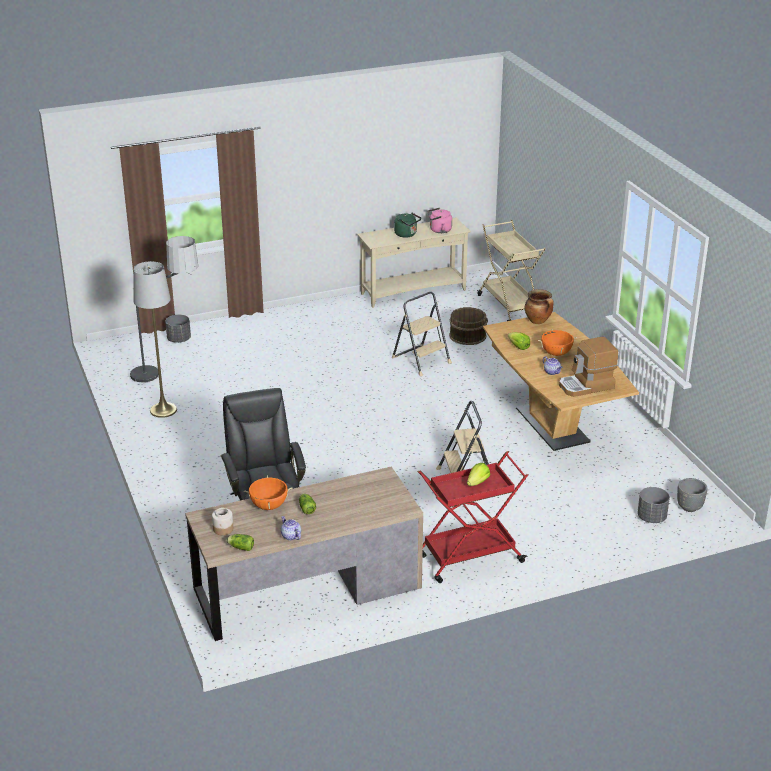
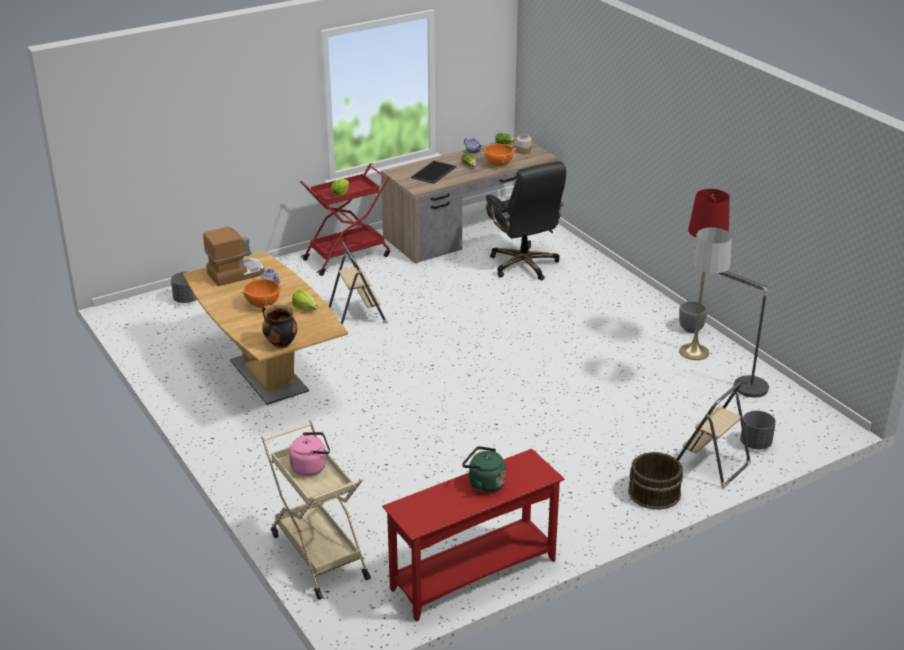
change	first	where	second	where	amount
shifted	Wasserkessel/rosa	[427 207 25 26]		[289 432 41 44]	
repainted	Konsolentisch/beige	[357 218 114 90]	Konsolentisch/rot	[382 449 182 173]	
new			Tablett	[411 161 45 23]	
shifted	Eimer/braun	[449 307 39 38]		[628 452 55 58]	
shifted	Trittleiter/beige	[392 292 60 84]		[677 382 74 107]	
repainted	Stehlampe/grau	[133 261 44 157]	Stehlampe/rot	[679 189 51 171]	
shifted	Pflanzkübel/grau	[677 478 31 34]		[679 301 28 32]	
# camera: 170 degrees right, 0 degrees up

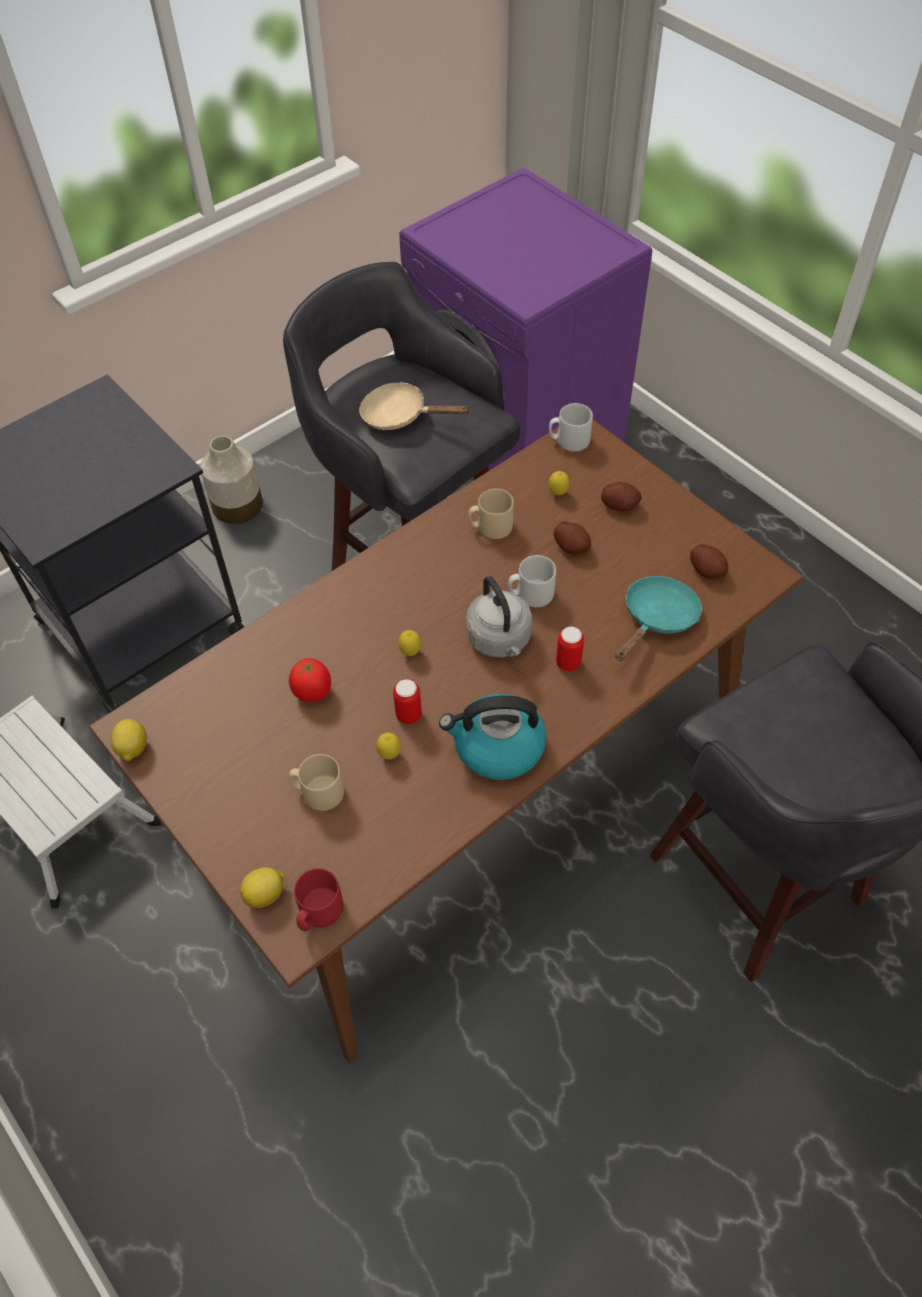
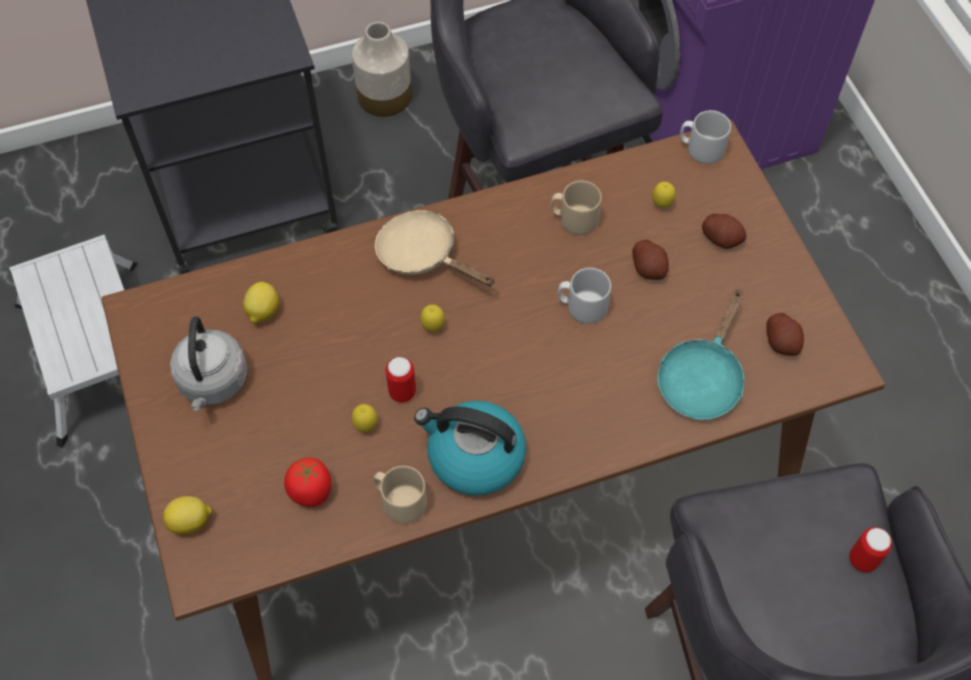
change	first	where	second	where	amount
shifted	Wasserkessel/grau	[466 576 66 82]		[170 316 78 94]	
shifted	Zitrone	[111 719 36 42]		[243 282 36 41]	
shifted	Tomate	[289 658 42 44]		[284 458 47 49]	
shifted	Henkelbecher/beige	[289 754 55 57]		[374 466 53 58]	
shifted	Pfanne/beige	[359 382 112 48]		[375 210 120 77]	
rotated	Pfanne/türkis	[615 576 87 85]		[658 289 87 131]	150 degrees clockwise
shifted	Dose	[556 626 28 46]		[849 527 43 46]	
gone	Henkelbecher/rot	[294 868 49 63]			
# camera: 20 degrees right, 5 degrees up

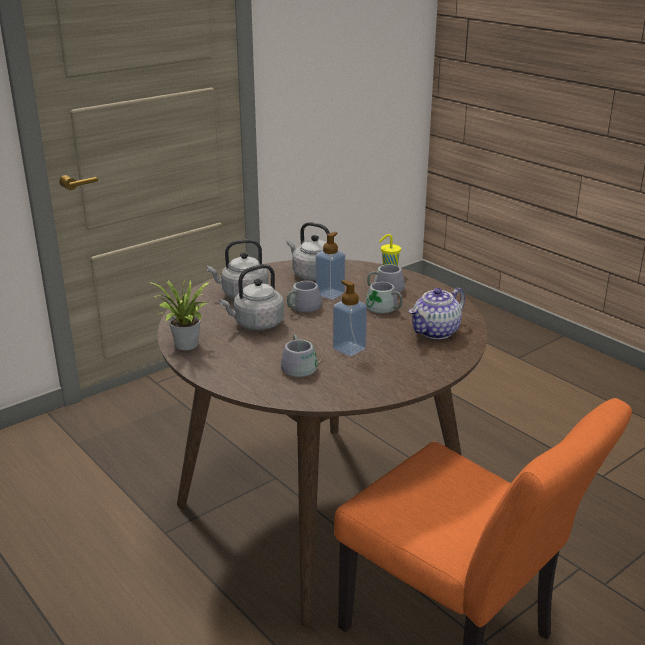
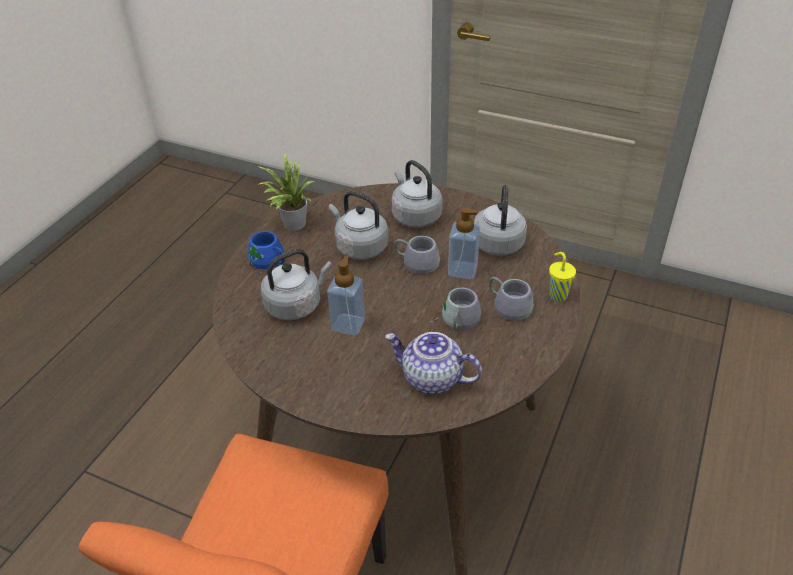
change	first	where	second	where	amount
new			Henkelbecher/blau	[248 231 37 44]	
swapped	Henkelbecher/grau	[281 334 42 43]	Wasserkessel/grau	[261 249 71 71]	
# camera: 65 degrees right, 15 degrees up

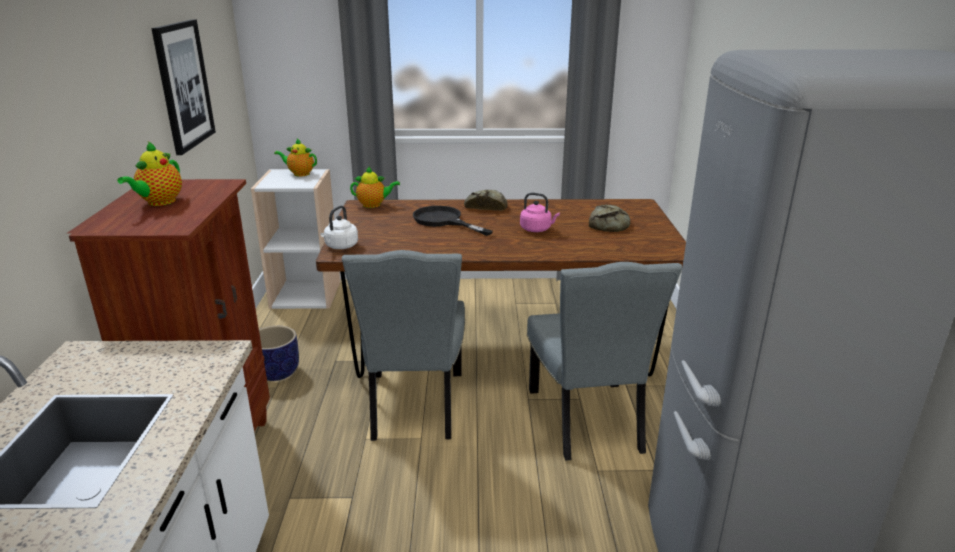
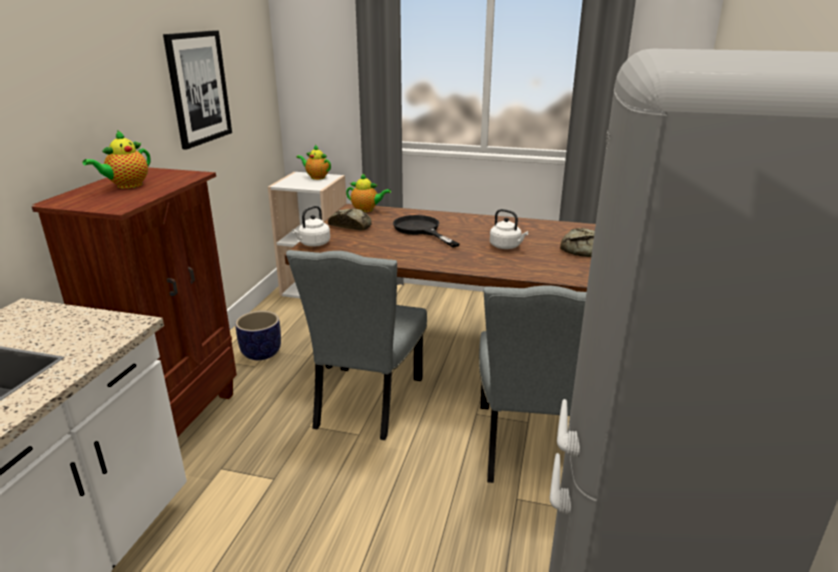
change	first	where	second	where	amount
shifted	Brot	[464 190 44 20]		[328 209 44 21]	
repainted	Wasserkessel/rosa	[520 193 40 39]	Wasserkessel/weiß	[490 209 38 40]	
# camera: 15 degrees right, 0 degrees up

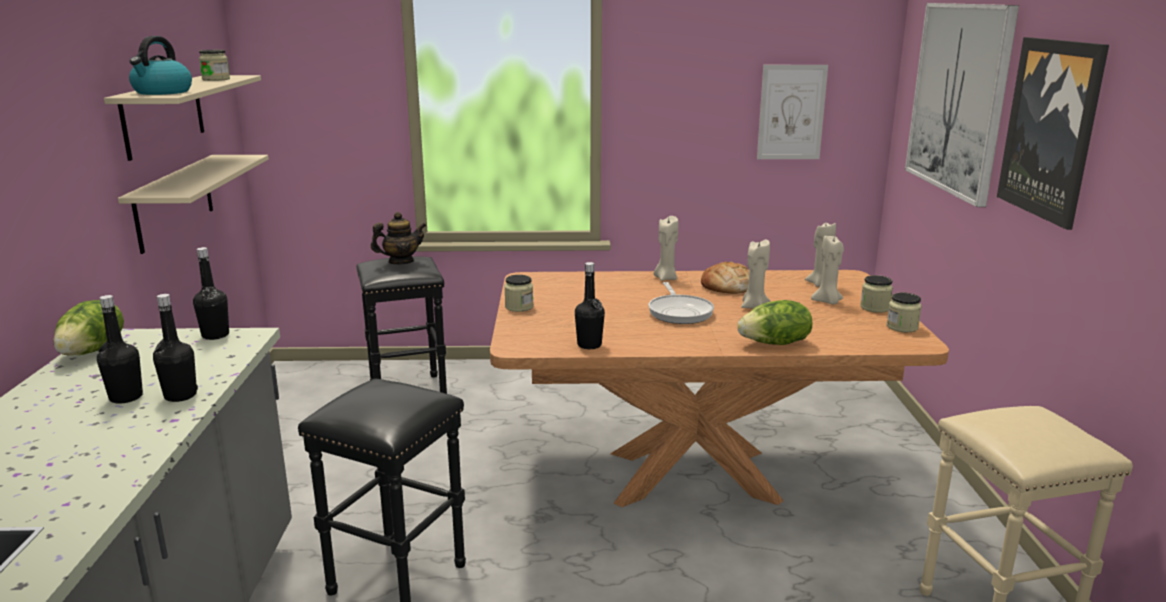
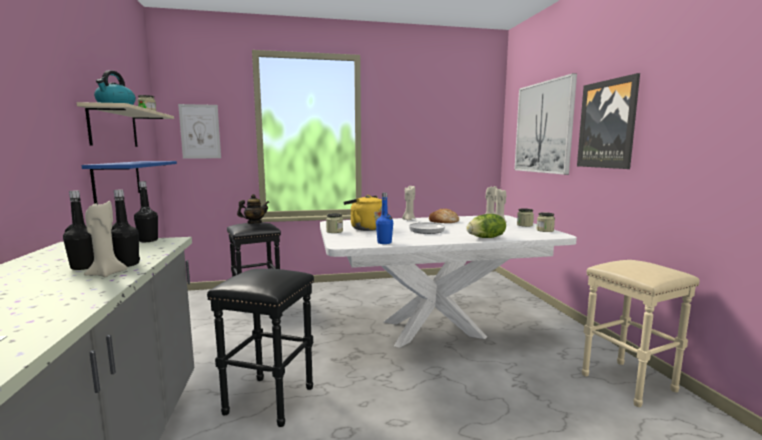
change	first	where	second	where	amount
repainted	Wandregal/beige	[118 155 151 99]	Wandregal/blau	[82 161 95 43]	
shifted	Kerze/beige	[741 239 29 70]		[84 201 44 76]	
shifted	Bild	[757 65 71 94]		[178 104 43 54]	
repainted	Esstisch/braun	[490 270 459 237]	Esstisch/weiß	[320 215 257 133]	
new			Wasserkessel/gelb	[344 195 38 36]	
repainted	Flasche/schwarz	[575 262 30 87]	Flasche/blau	[376 193 17 51]	
gone	Salatkopf	[53 300 71 55]			
# camera: 10 degrees left, 10 degrees down

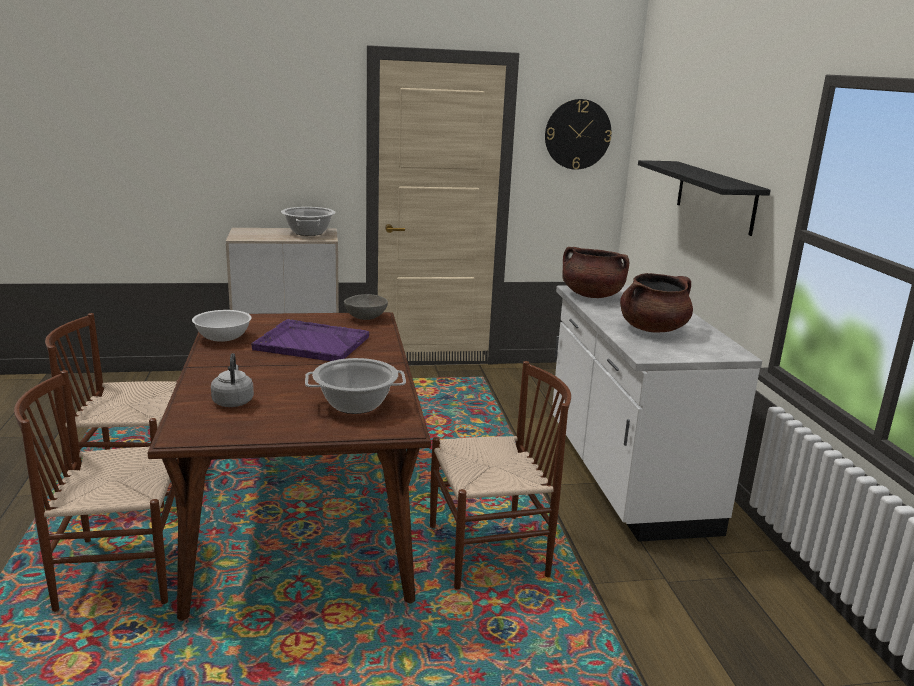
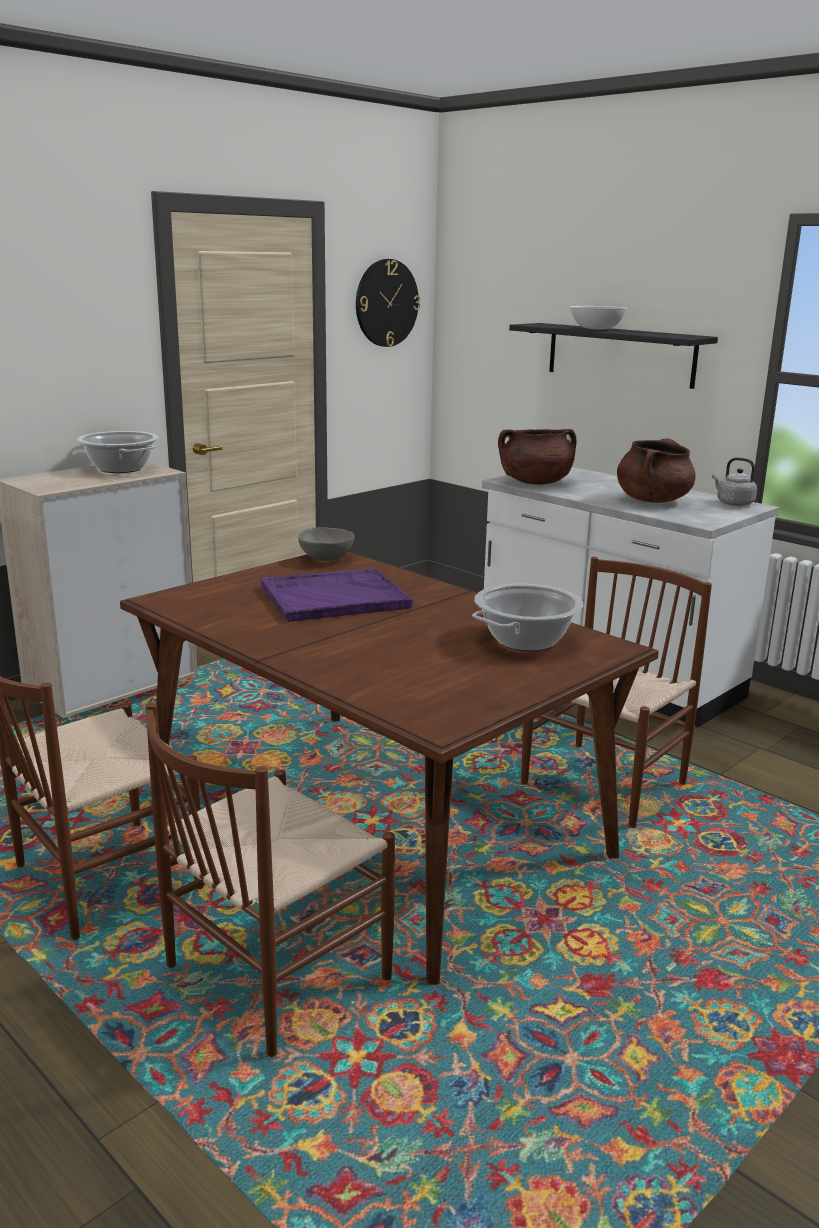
change	first	where	second	where	amount
shifted	Schüssel/weiß	[192 310 60 32]		[570 306 57 23]	
shifted	Wasserkessel/grau	[211 353 43 54]		[712 457 45 49]	
# camera: 35 degrees left, 0 degrees up

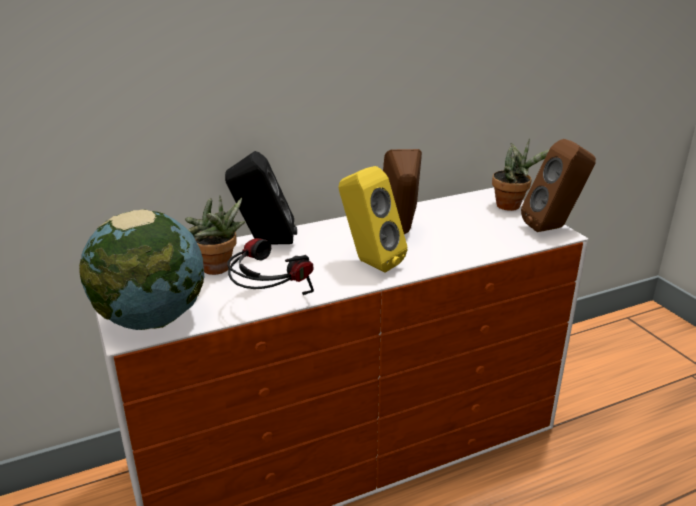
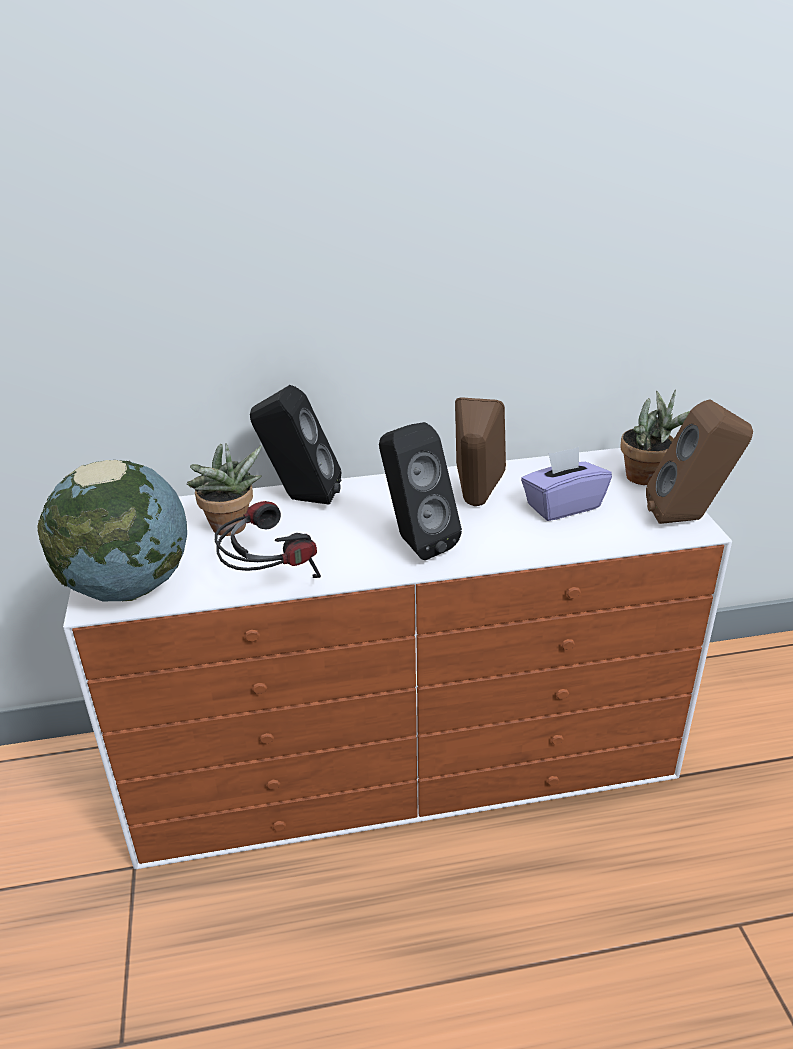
change	first	where	second	where	amount
repainted	Lautsprecher/gelb	[339 166 69 107]	Lautsprecher/schwarz	[379 422 83 138]	
new			Taschentuchbox/lila	[521 447 91 74]	
# camera: 15 degrees right, 5 degrees up

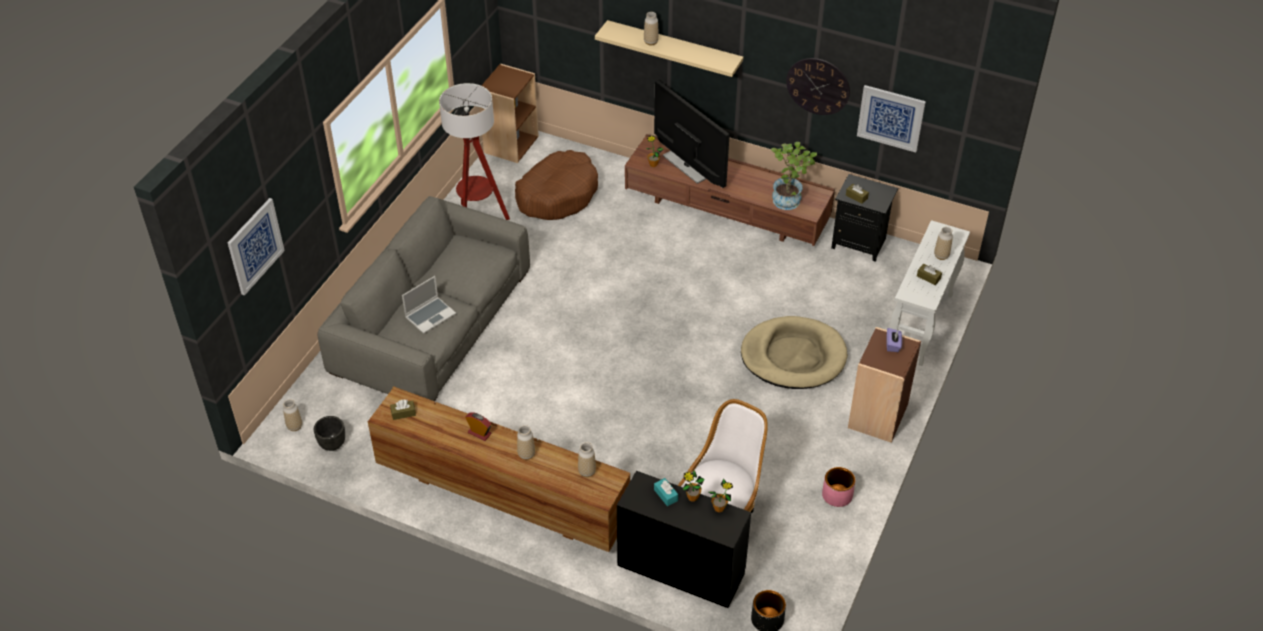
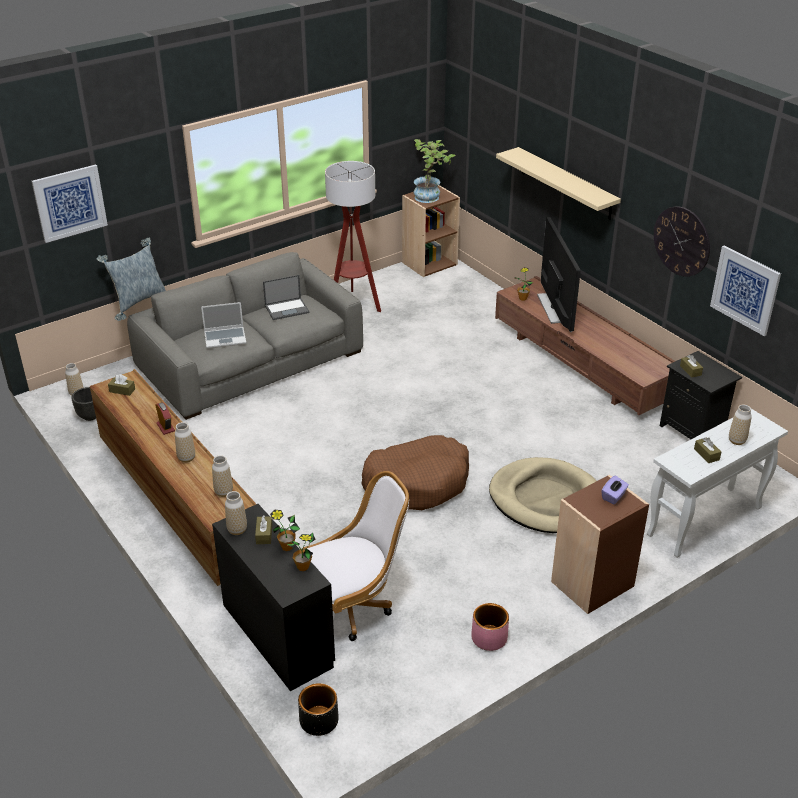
change	first	where	second	where	amount
new			Kissen	[96 237 70 84]	
shifted	Vase	[644 12 15 34]		[225 491 22 44]	
repainted	Taschentuchbox/türkis	[654 478 24 28]	Taschentuchbox/braun	[255 515 17 29]	
new			Laptop	[263 275 46 45]	
shifted	Hundebett/braun	[515 150 83 70]		[361 435 108 75]	
shifted	Topfpflanze	[771 142 46 68]		[414 139 42 64]	
# camera: 30 degrees right, 10 degrees down

